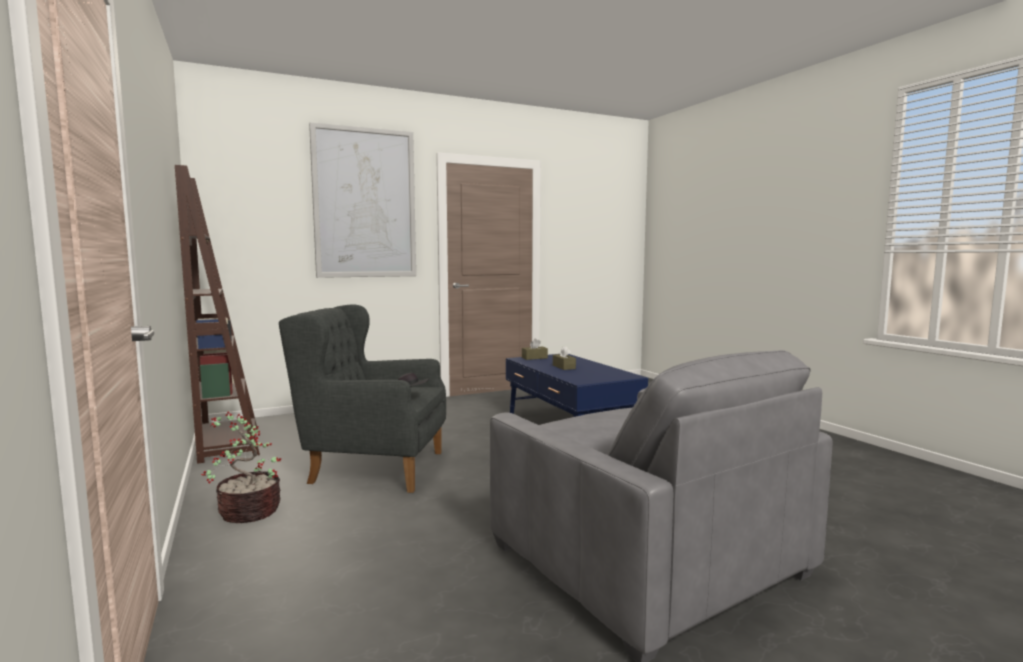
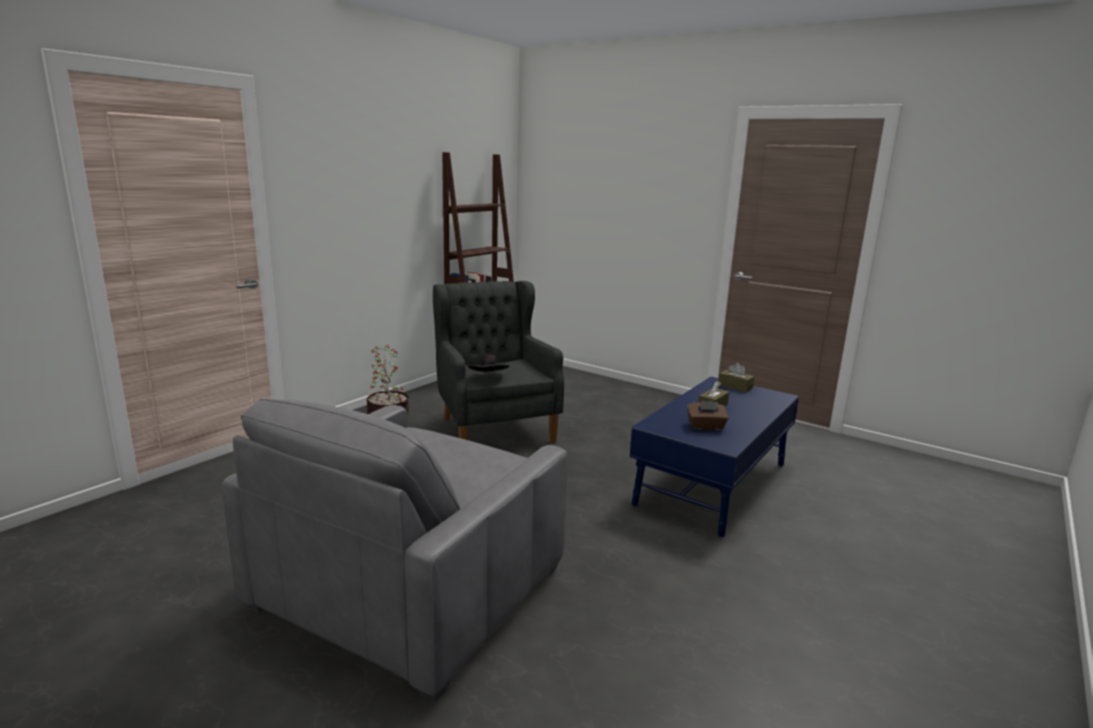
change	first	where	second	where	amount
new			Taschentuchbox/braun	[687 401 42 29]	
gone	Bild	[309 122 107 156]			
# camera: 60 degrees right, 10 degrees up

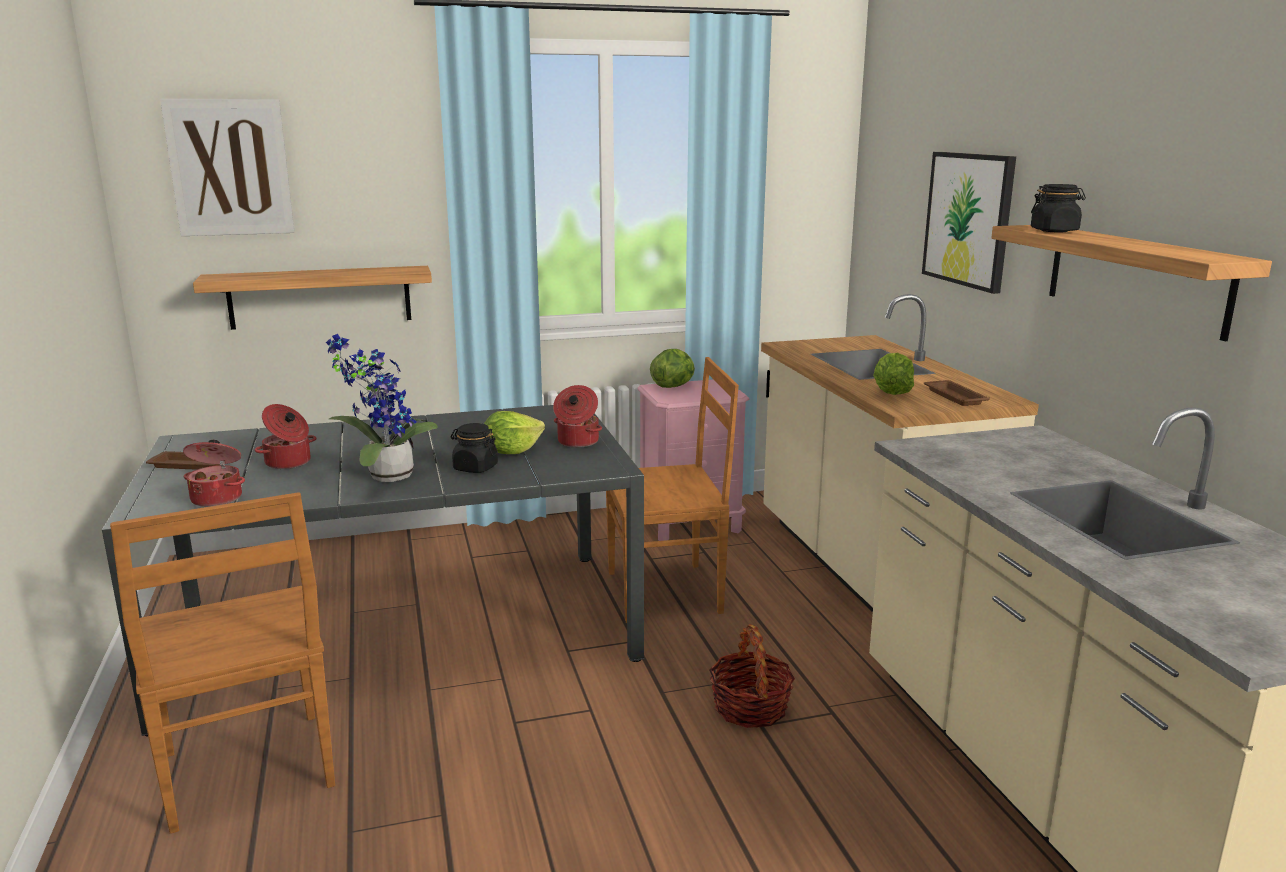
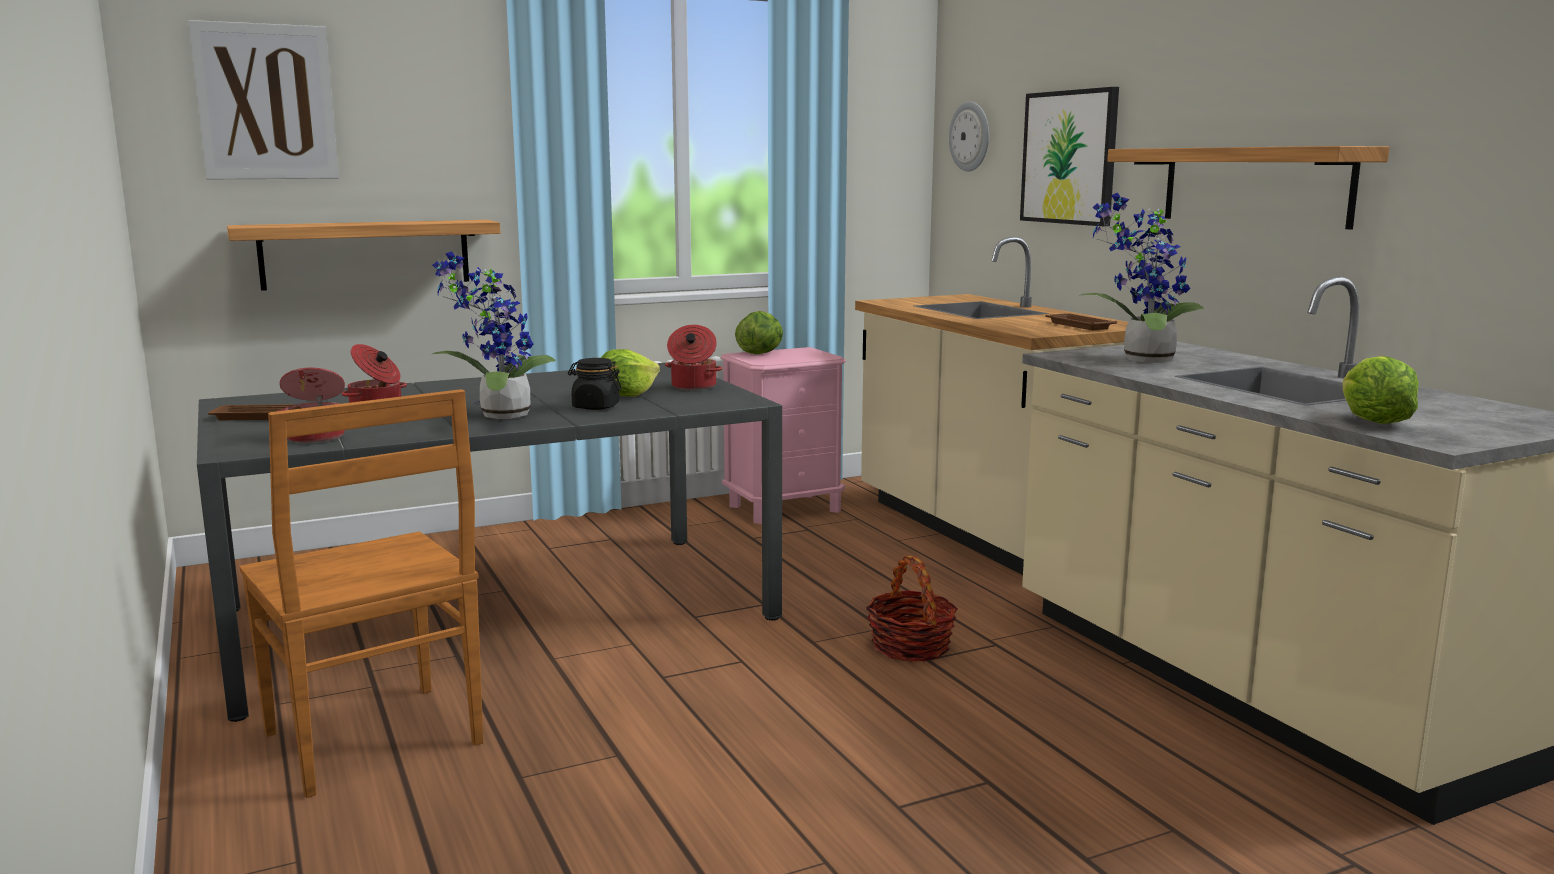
change	first	where	second	where	amount
new			Wanduhr	[949 102 40 70]	
new			Topfpflanze	[1079 193 126 170]	
shifted	Salatkopf	[873 353 41 42]		[1342 356 77 68]	
gone	Stuhl/braun	[606 357 133 266]			
gone	Vorratsglas/schwarz	[1031 184 55 49]			
# camera: 10 degrees left, 5 degrees down

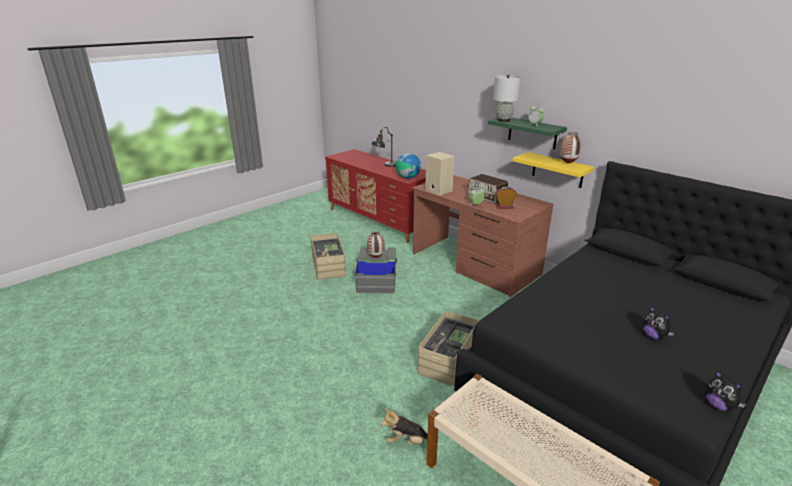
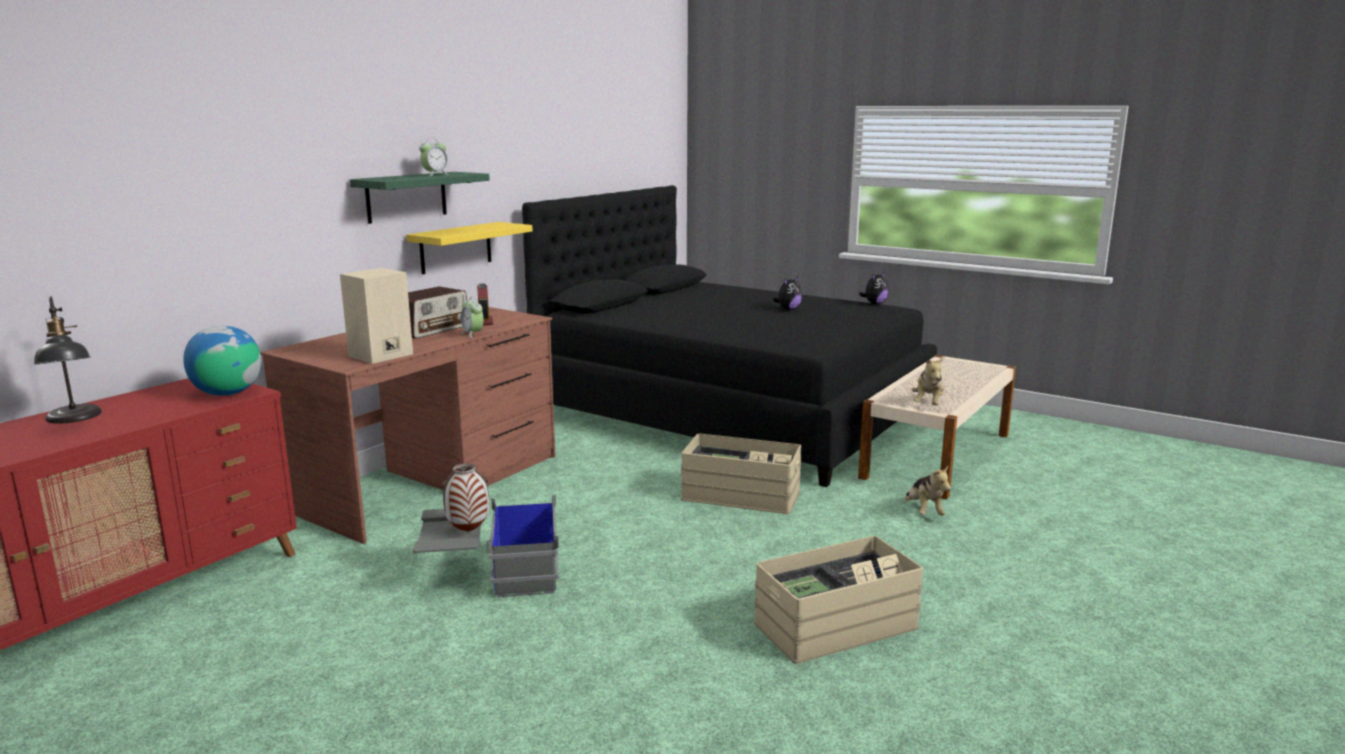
change	first	where	second	where	amount
shifted	Aufbewahrungsbox/beige	[311 233 35 47]		[754 536 169 128]	
new			Plüschtier	[911 357 34 48]	
gone	Tischlampe/weiß	[493 74 28 48]			
gone	Vase	[560 132 21 32]			
# camera: 100 degrees left, 10 degrees down

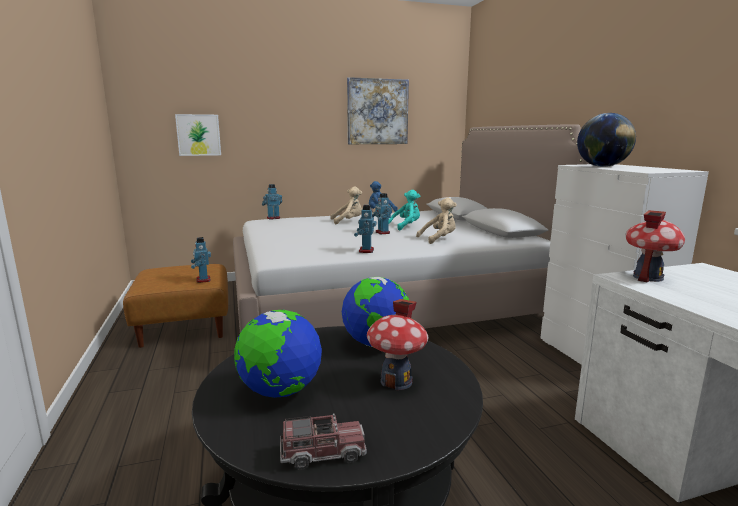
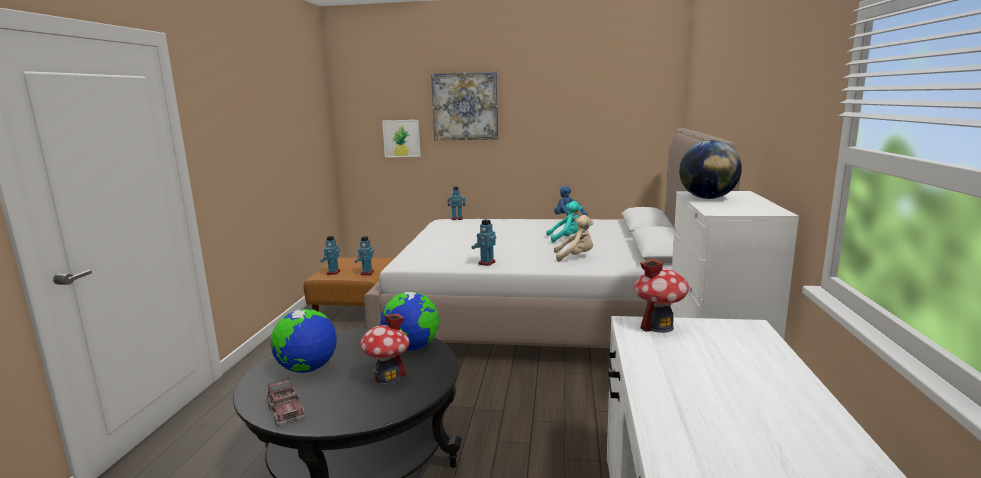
change	first	where	second	where	amount
rotated	Spielzeuglaster	[280 413 87 57]		[266 378 40 48]	45 degrees clockwise
shifted	Spielzeugroboter	[372 193 20 41]		[320 236 20 39]	
shifted	Bild	[347 77 62 67]		[431 72 67 68]	
gone	Plüschtier/beige	[330 186 32 39]			
# camera: 25 degrees right, 0 degrees up

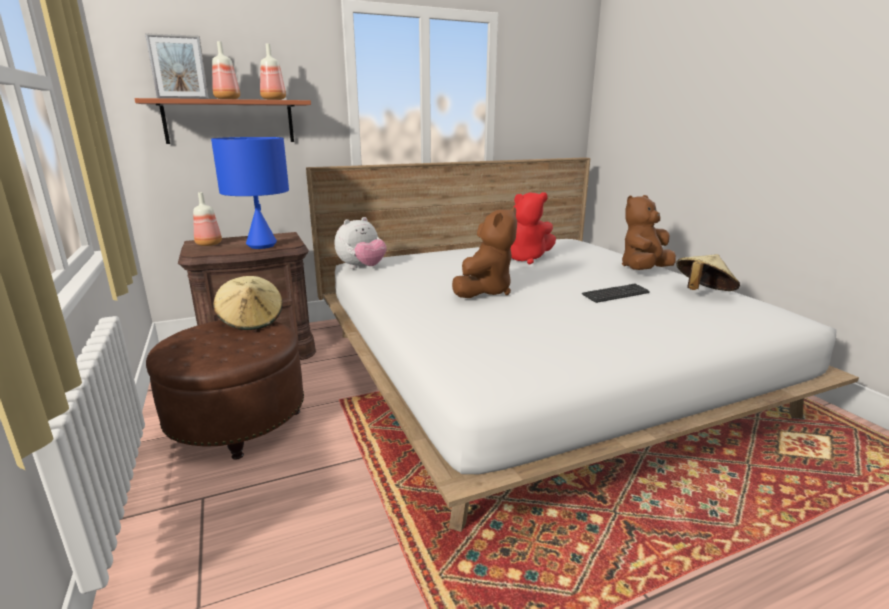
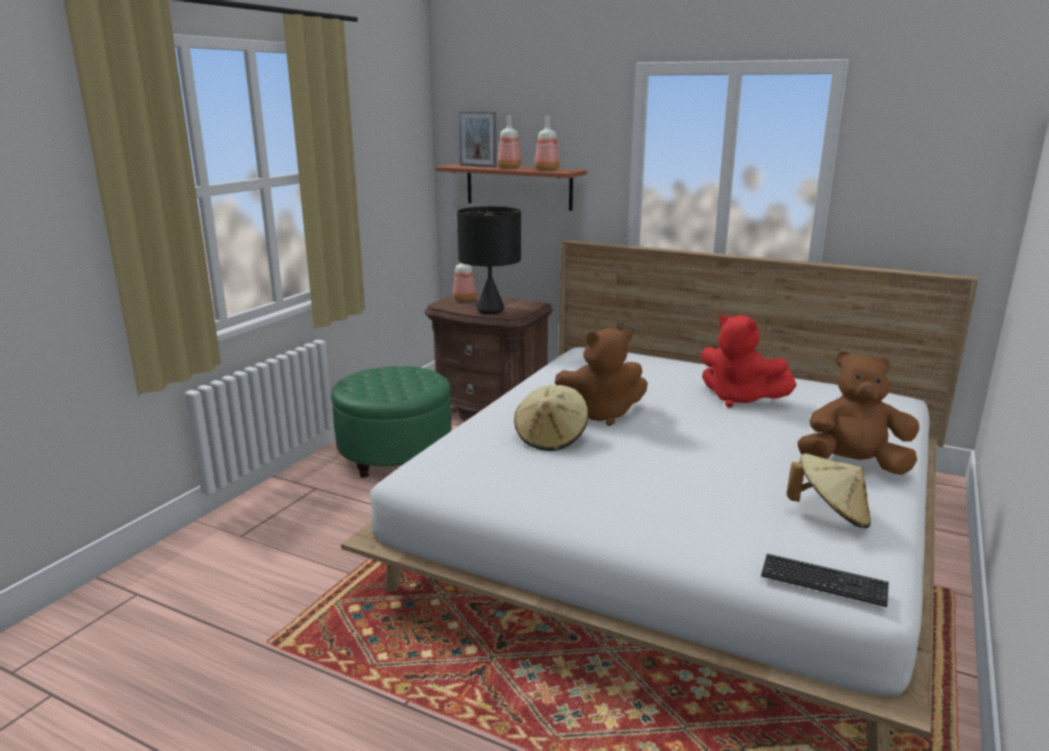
change	first	where	second	where	amount
repainted	Polsterhocker/braun	[146 320 158 140]	Polsterhocker/grün	[331 366 120 112]	
repainted	Tischlampe/blau	[211 137 78 112]	Tischlampe/schwarz	[457 206 64 108]	
shifted	Hut/beige	[213 276 70 54]		[514 385 74 66]	
shifted	Tastatur	[582 283 68 20]		[761 554 128 53]	
gone	Plüschtier	[335 217 52 52]			
# camera: 50 degrees right, 0 degrees up

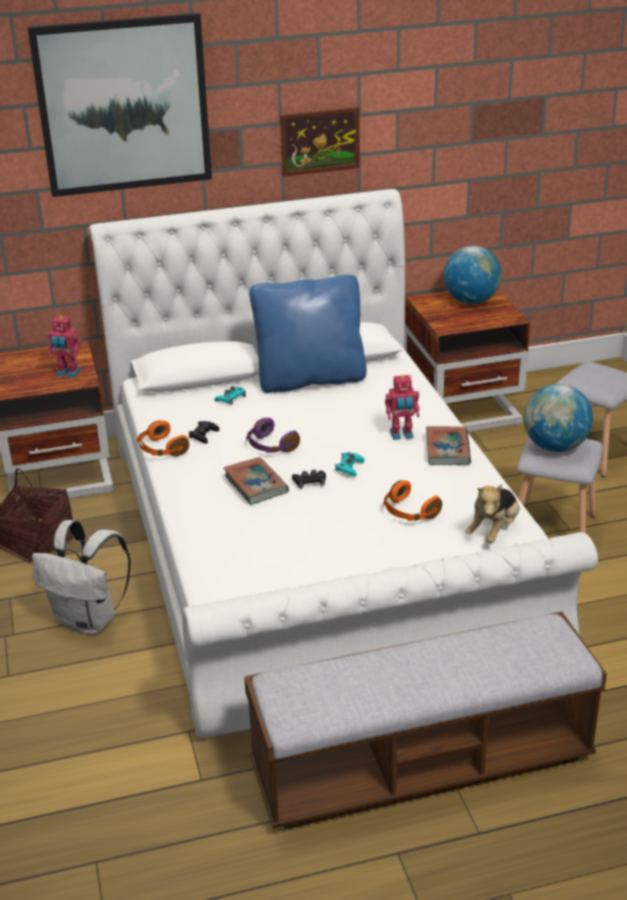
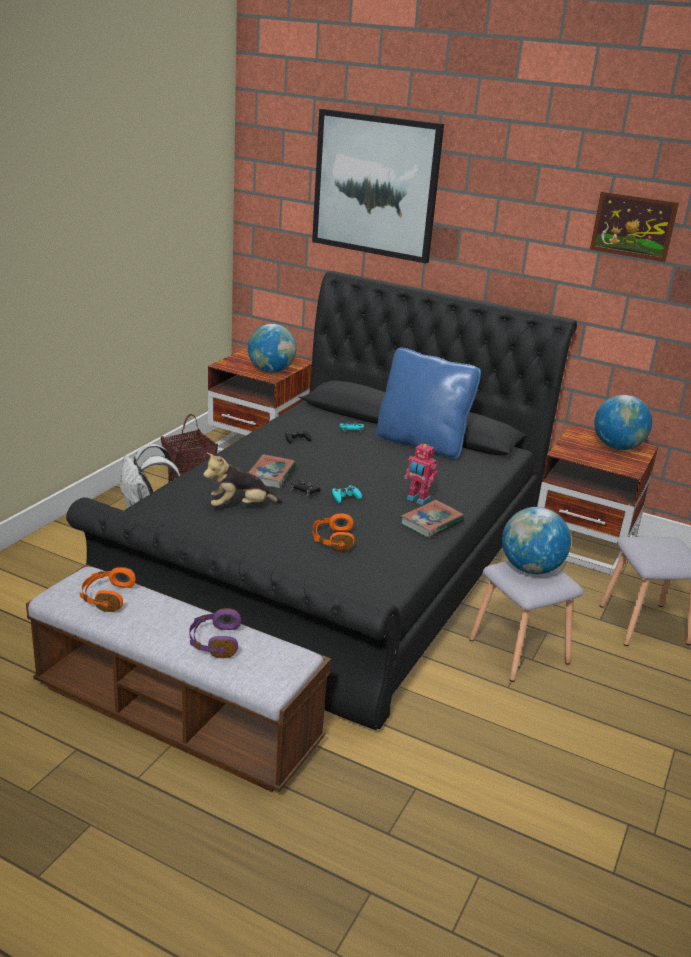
change	first	where	second	where	amount
repainted	Bett/weiß	[89 189 509 549]	Bett/schwarz	[66 271 511 459]	
shifted	Kopfhörer/orange	[137 420 52 36]		[80 567 56 45]	
shifted	Kopfhörer/lila	[246 418 54 35]		[189 608 52 50]	
shifted	Plüschtier	[465 484 55 59]		[203 453 80 53]	
swapped	Spielzeugroboter	[48 316 33 62]	Globus	[248 324 48 49]	
shifted	Bild	[280 107 80 70]		[590 191 89 71]	
# camera: 40 degrees right, 5 degrees down

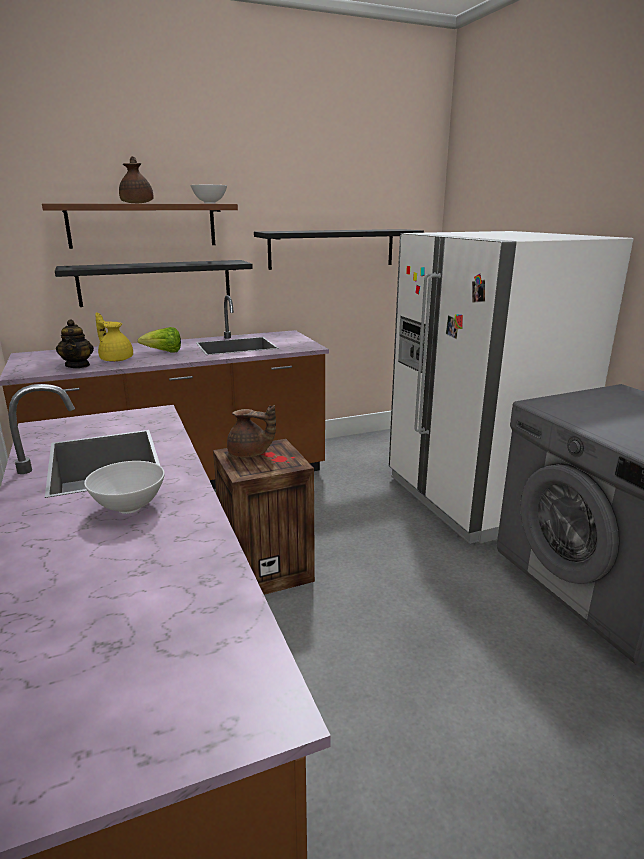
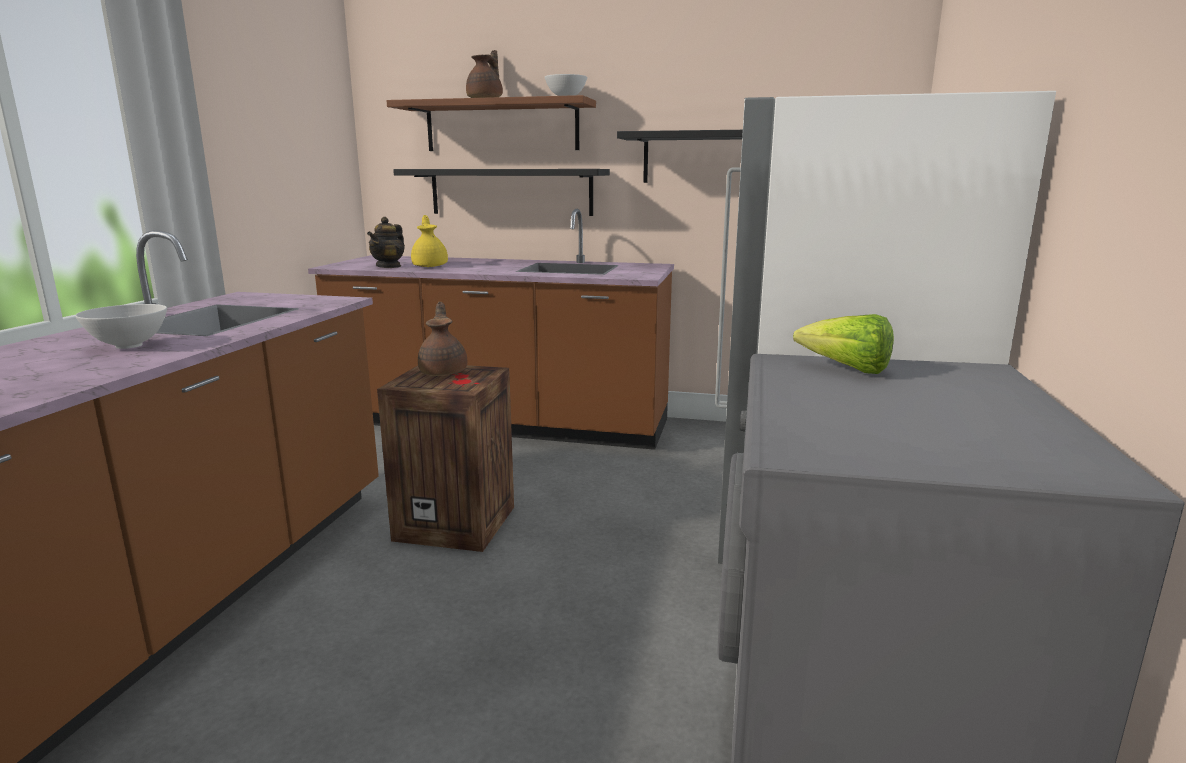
change	first	where	second	where	amount
rotated	Teekanne/braun	[227 405 49 53]		[418 302 49 74]	150 degrees counterclockwise
shifted	Salatkopf	[138 327 43 26]		[793 314 101 60]	
# camera: 35 degrees right, 5 degrees down

